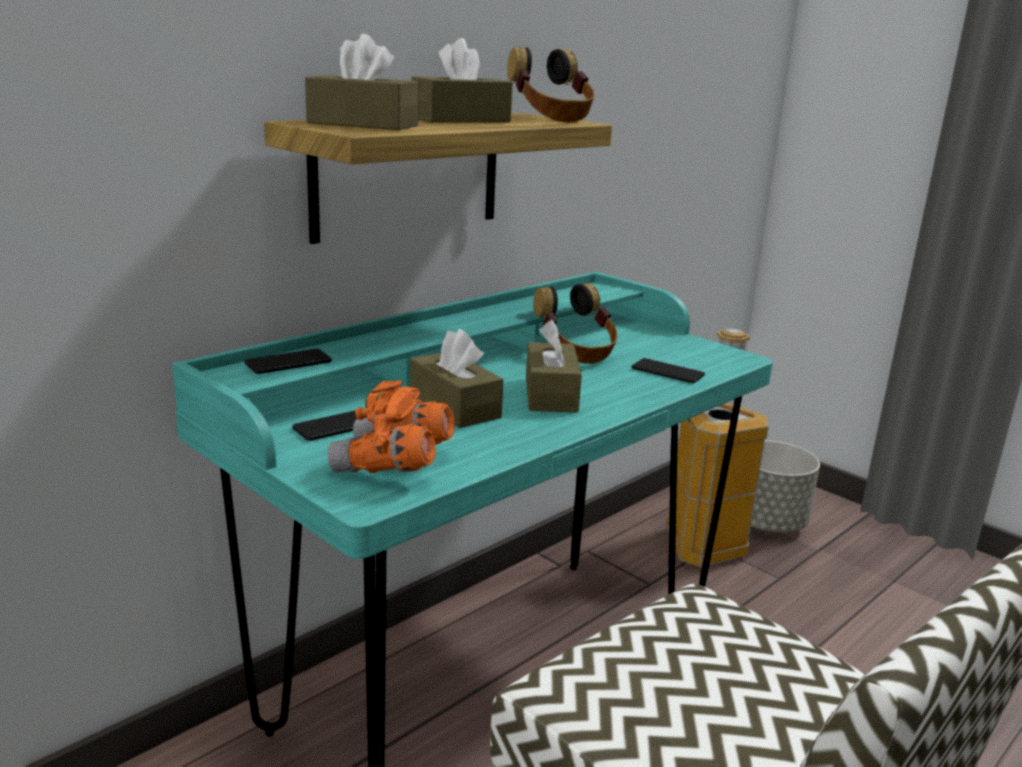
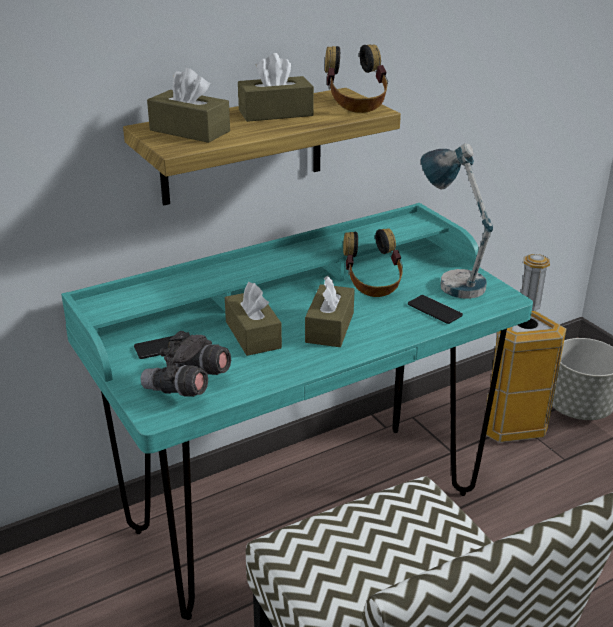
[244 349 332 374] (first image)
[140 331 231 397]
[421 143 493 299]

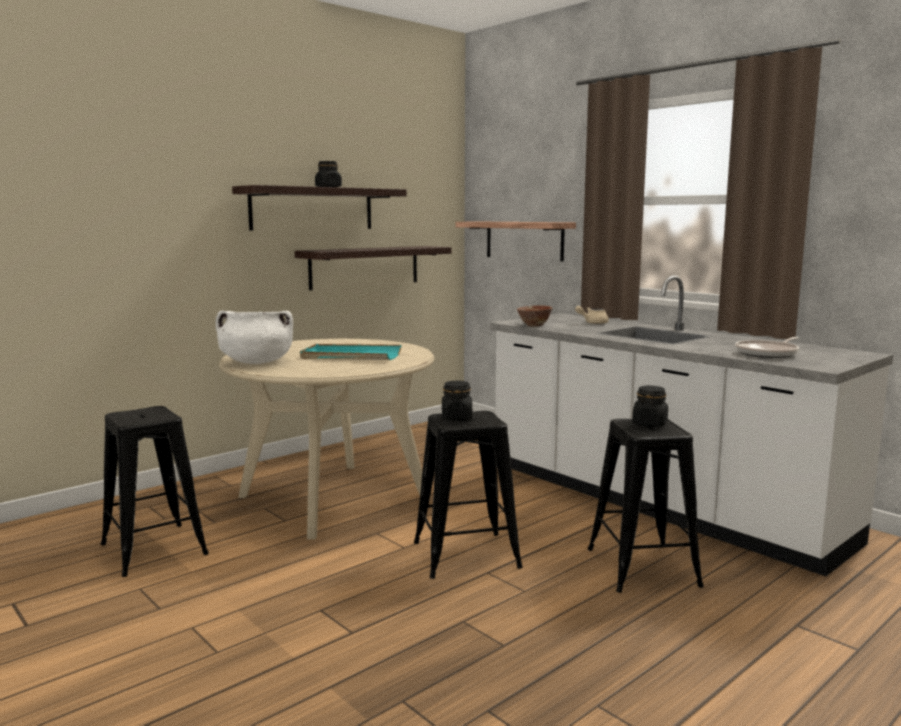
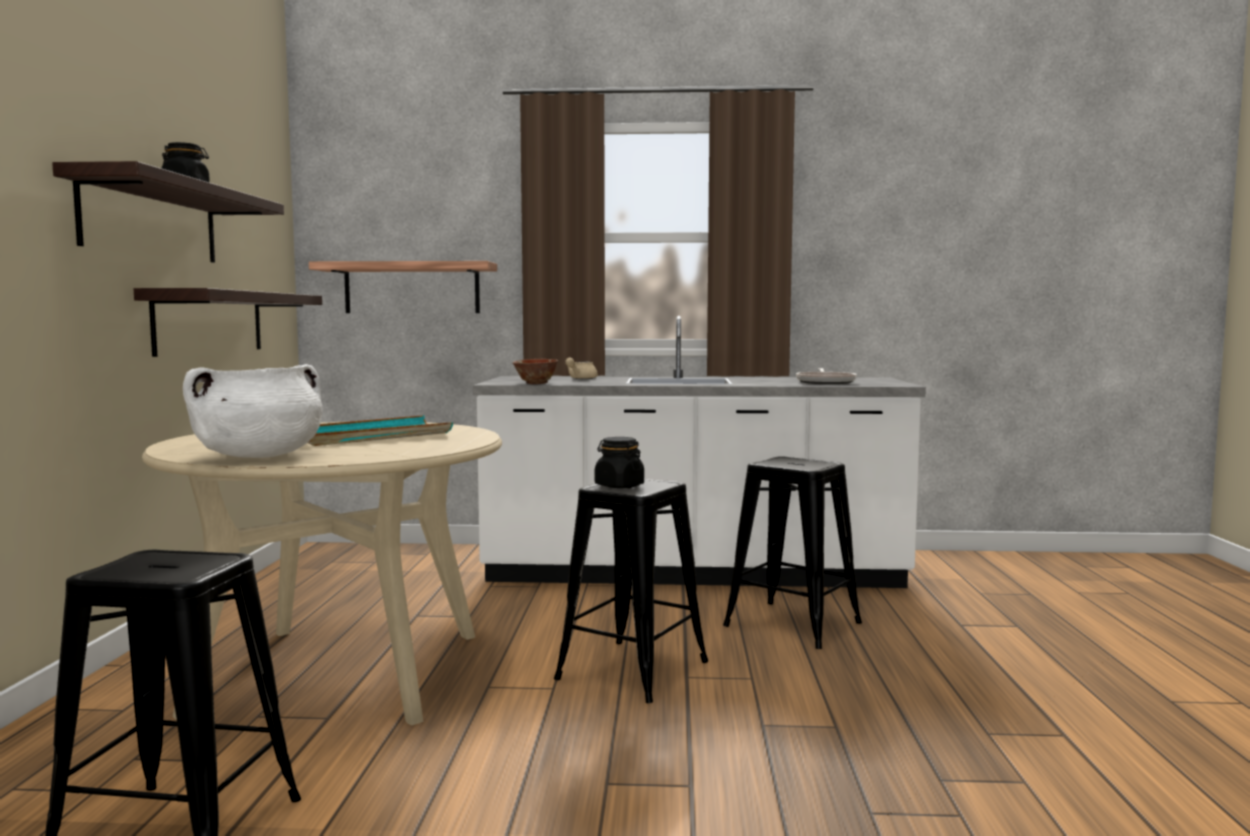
[632 386 668 427] (first image)

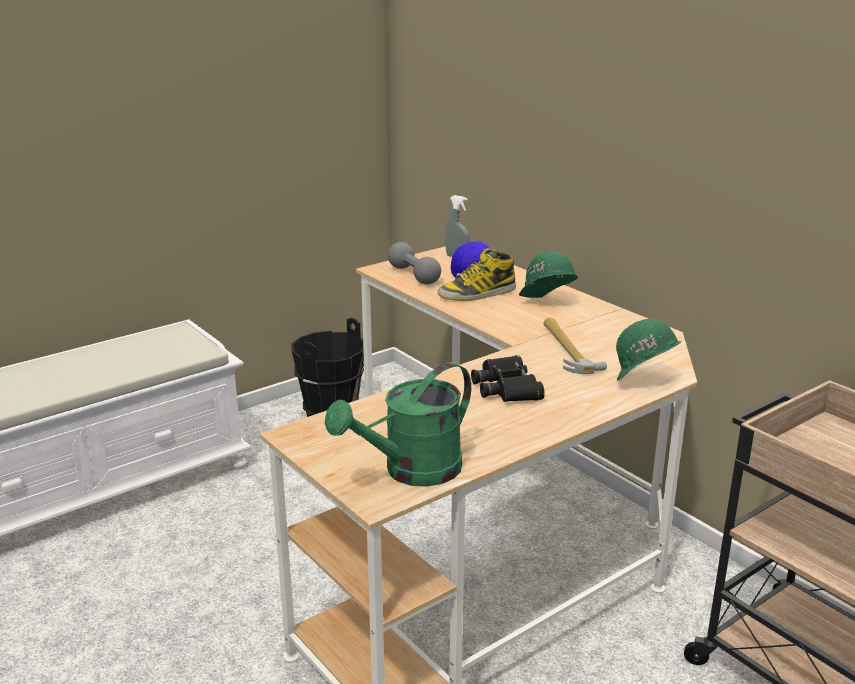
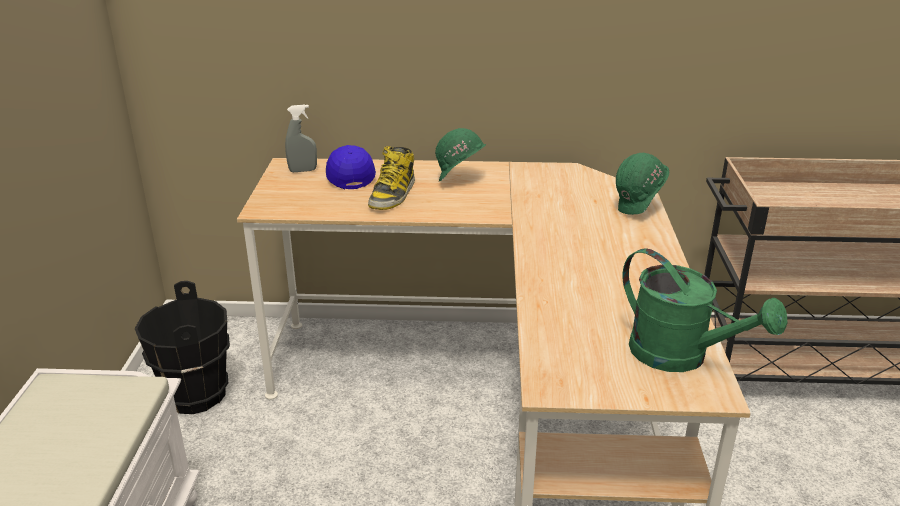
[388 242 441 285] (first image)
[544 318 607 374] (first image)
[471 355 544 402] (first image)
[622 248 788 372]

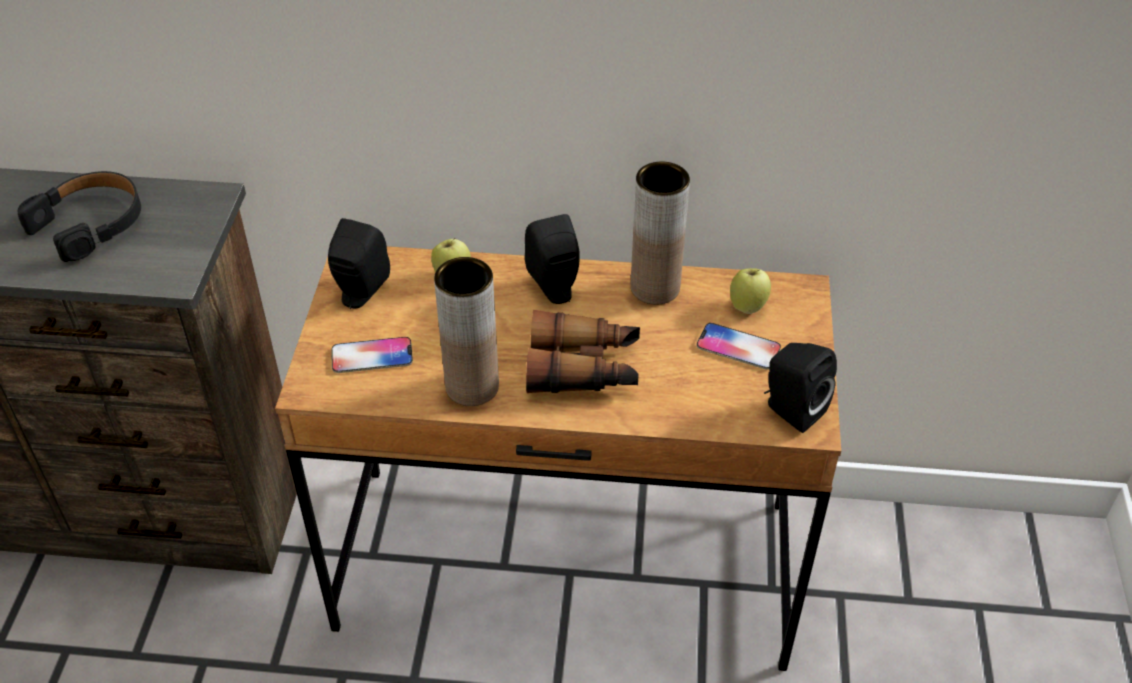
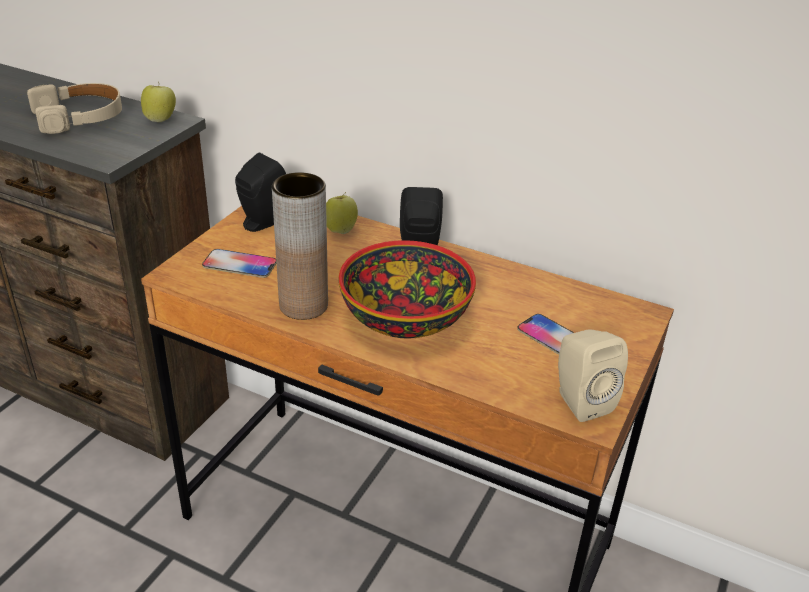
[631 162 690 305] (first image)
[27 83 122 134]
[141 82 176 122]
[339 240 476 339]
[558 329 628 422]

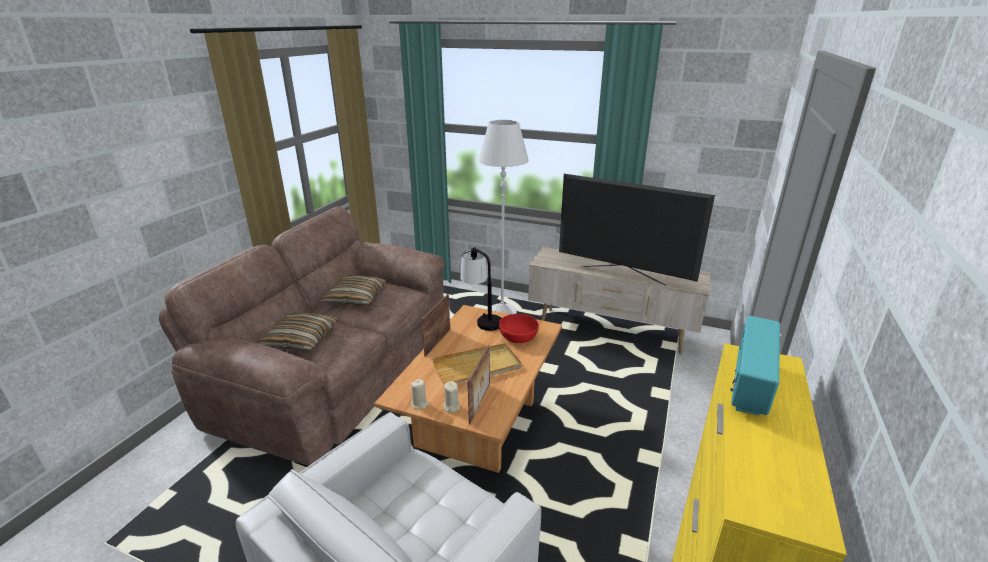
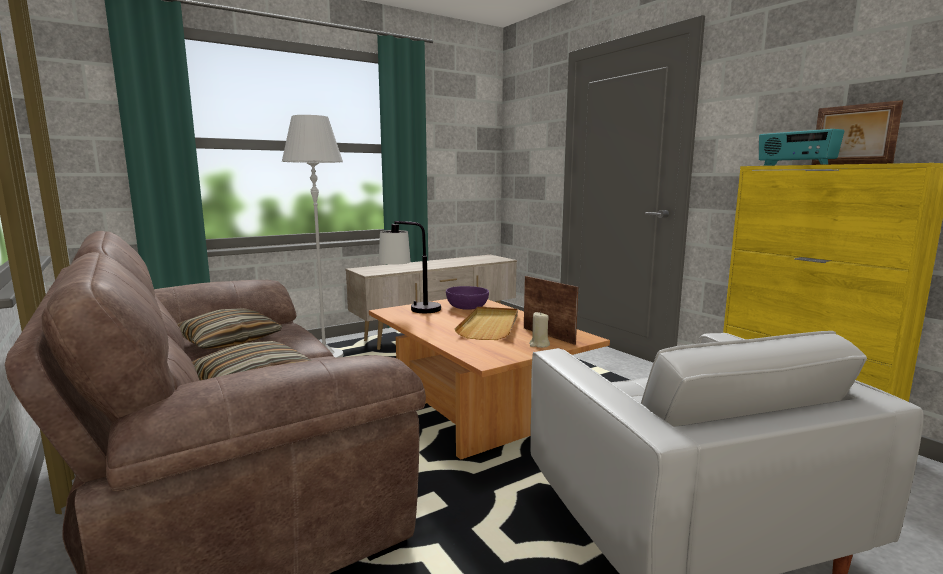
[559 174 715 286] (first image)
[811 100 903 165]
[446 286 489 310]
[411 379 429 409] (first image)

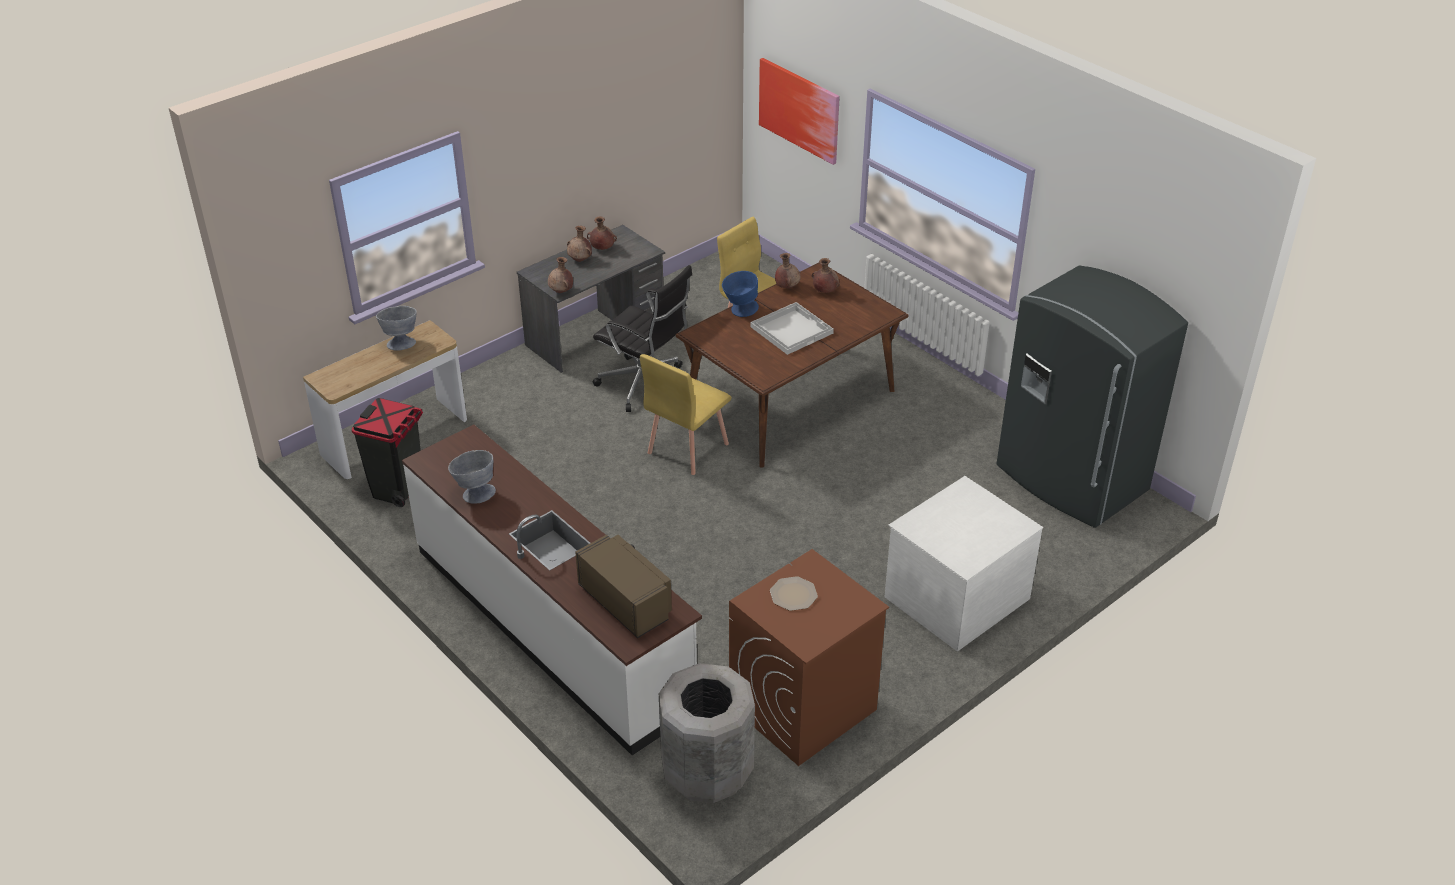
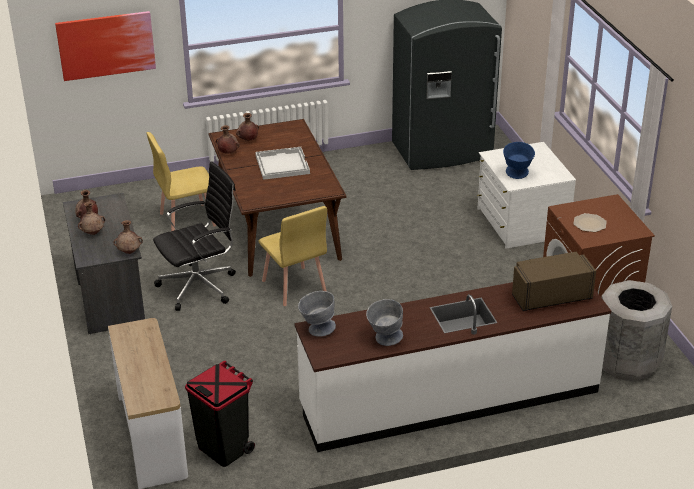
[503 142 535 179]
[298 291 336 337]

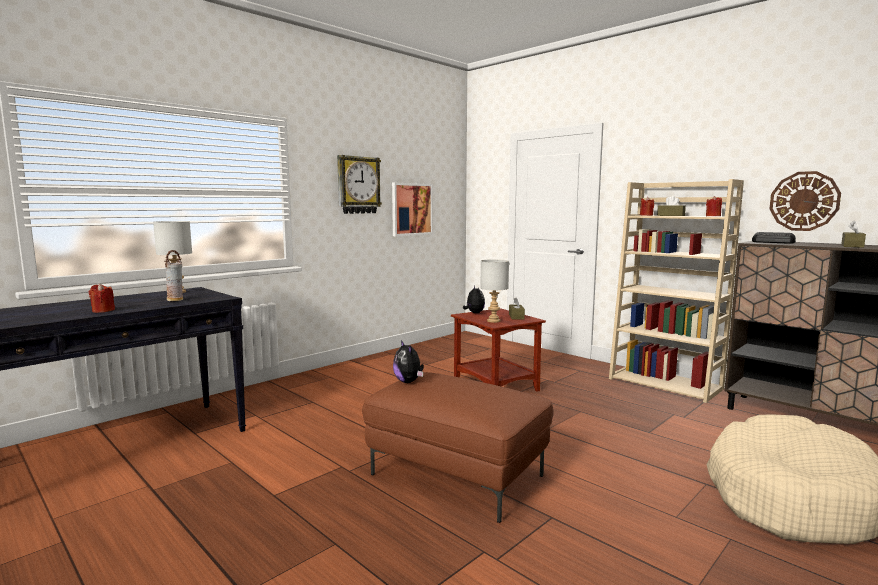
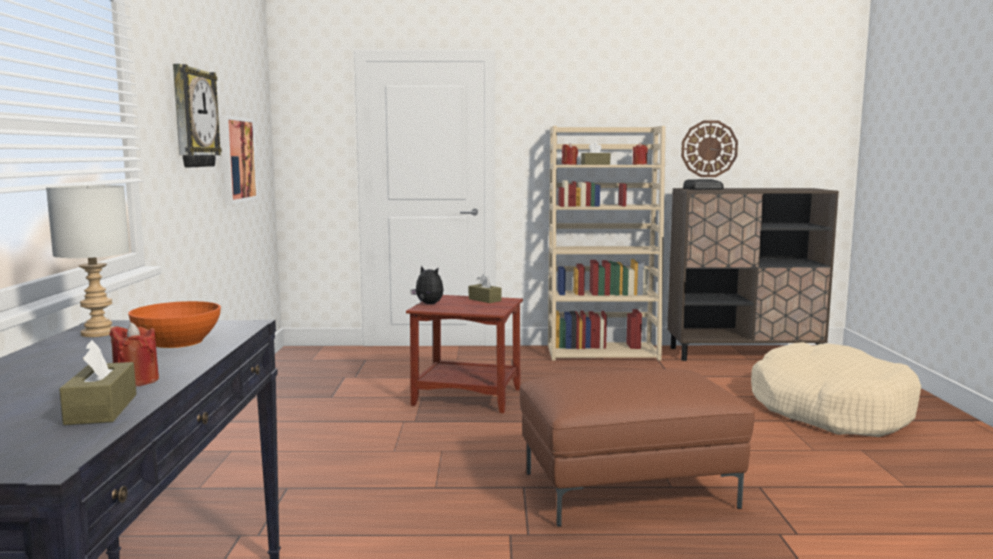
[59 340 136 425]
[128 301 221 348]
[480 259 509 323] (first image)
[393 340 424 383] (first image)

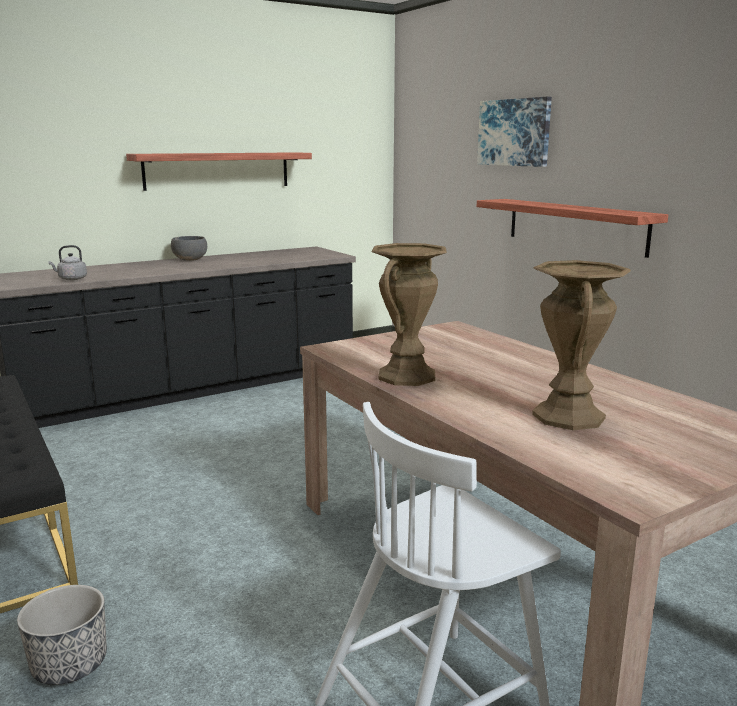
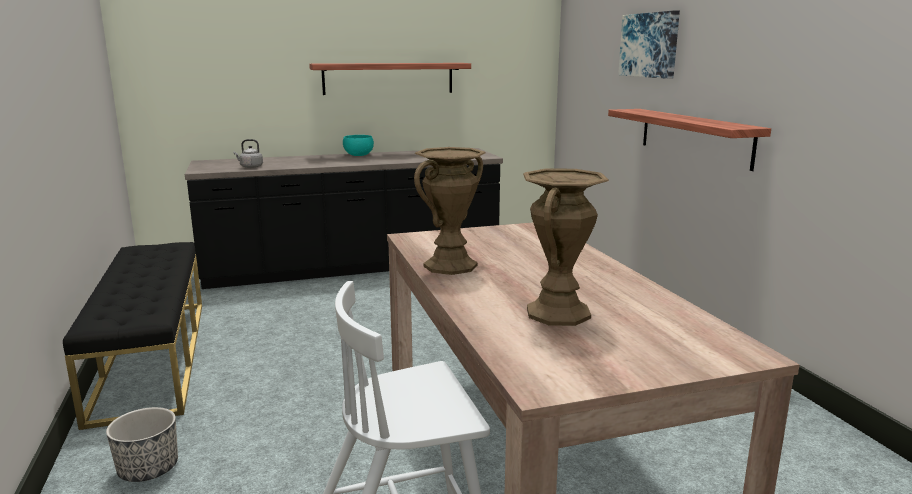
[343 135 374 156]

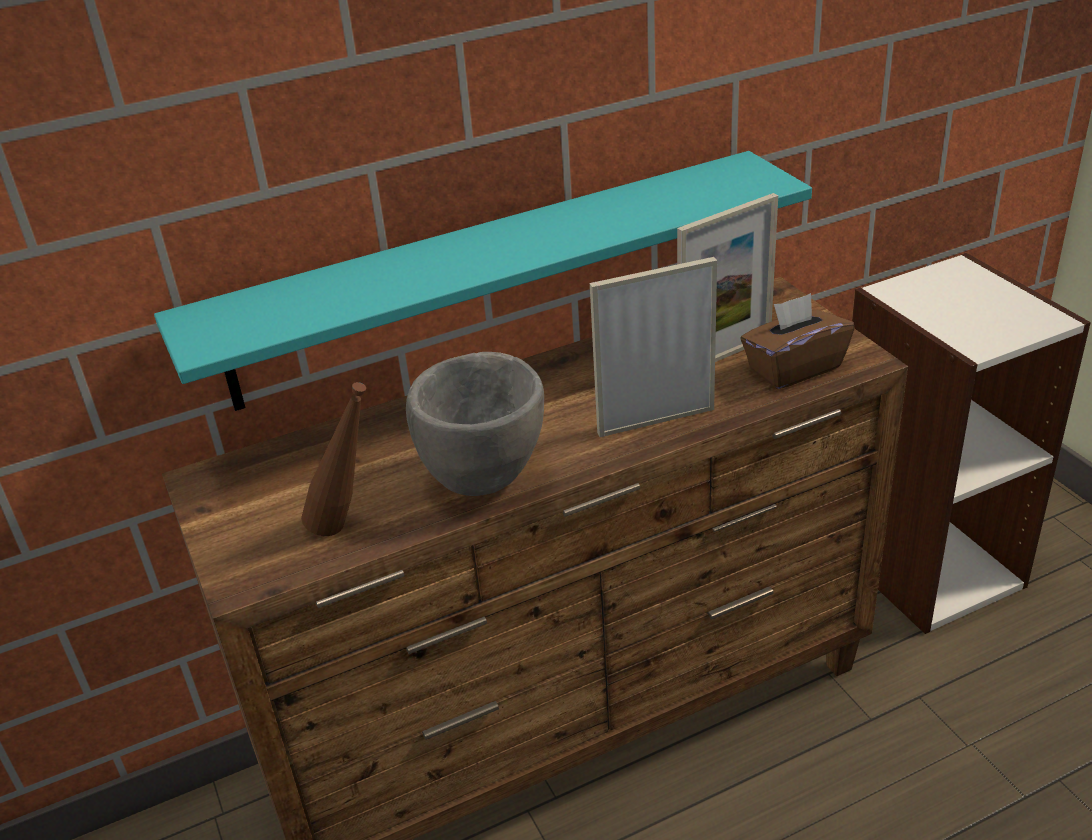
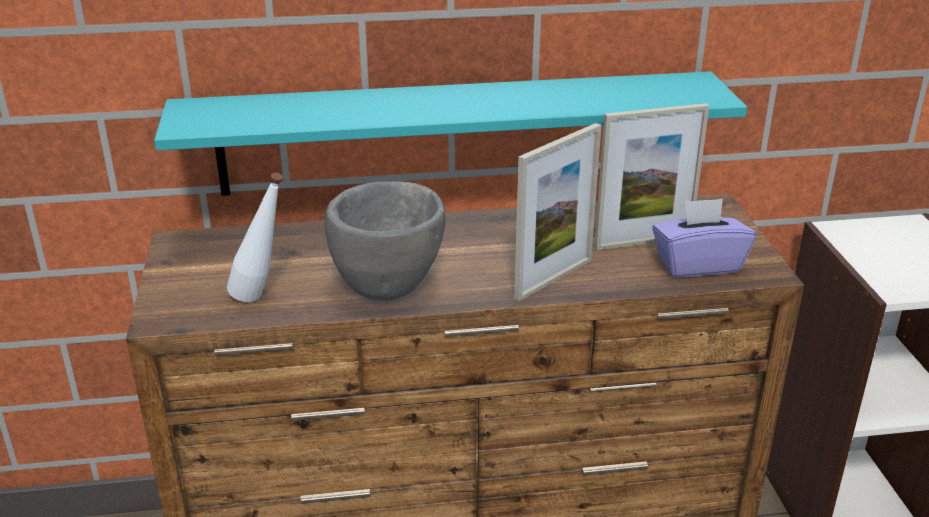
[514 123 601 301]
[652 198 756 277]
[227 173 283 302]

